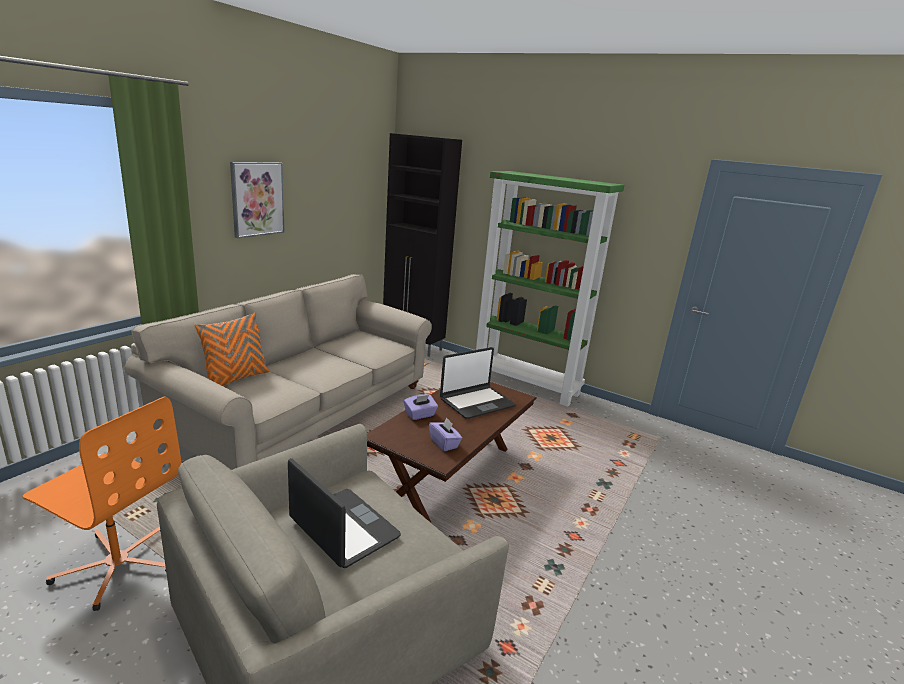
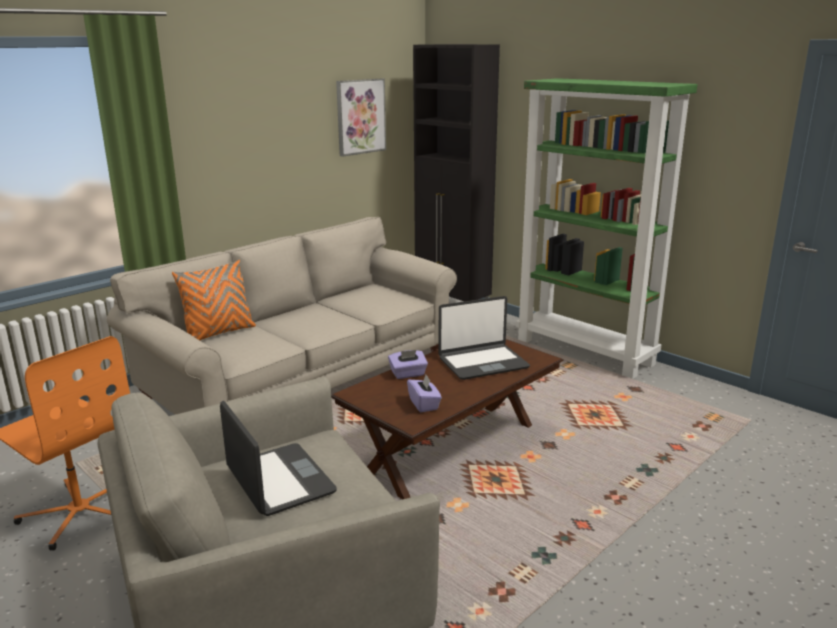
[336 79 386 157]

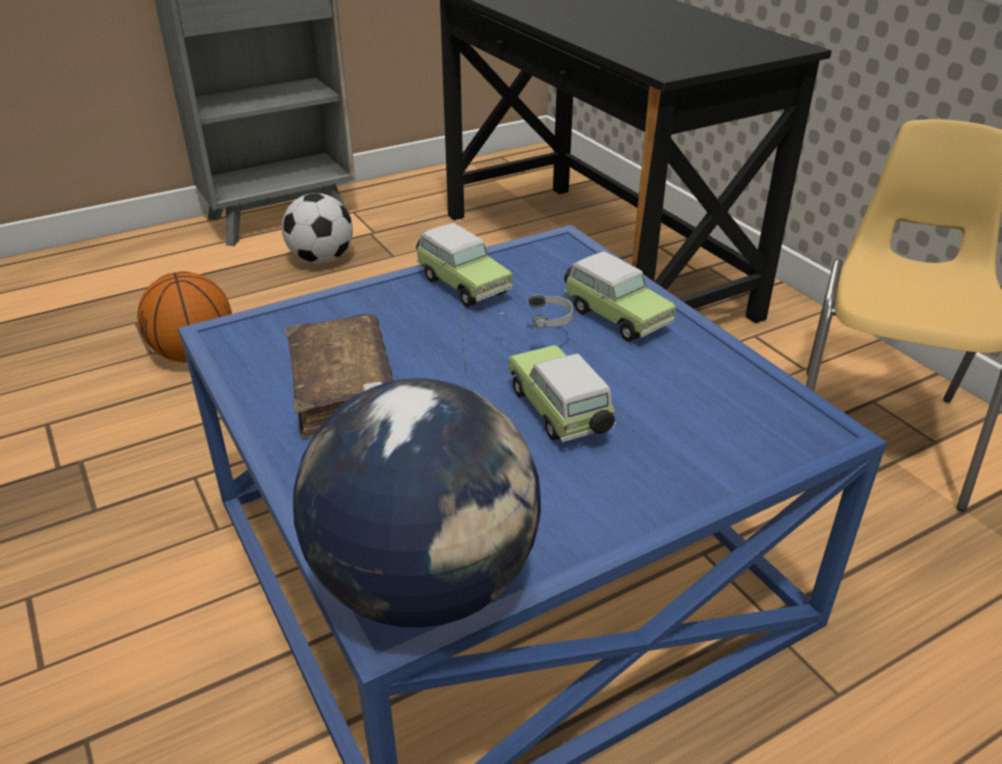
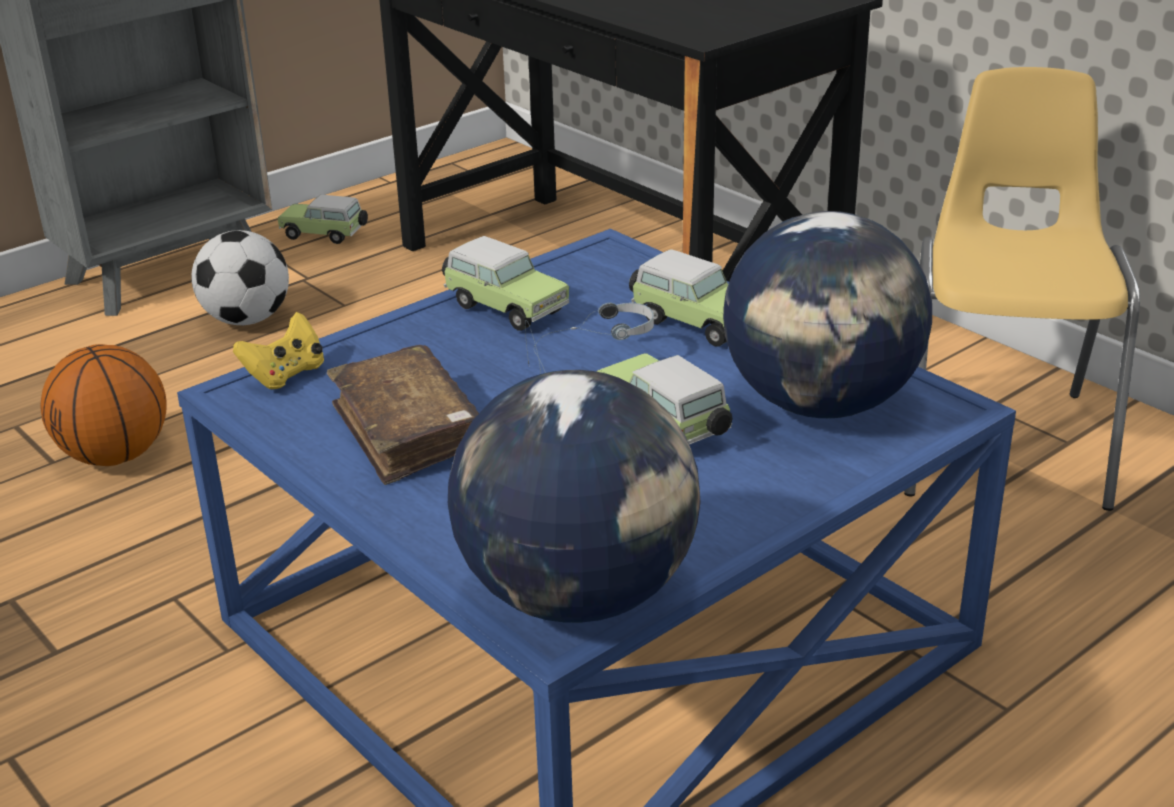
[278 195 368 244]
[723 211 932 418]
[233 312 324 389]

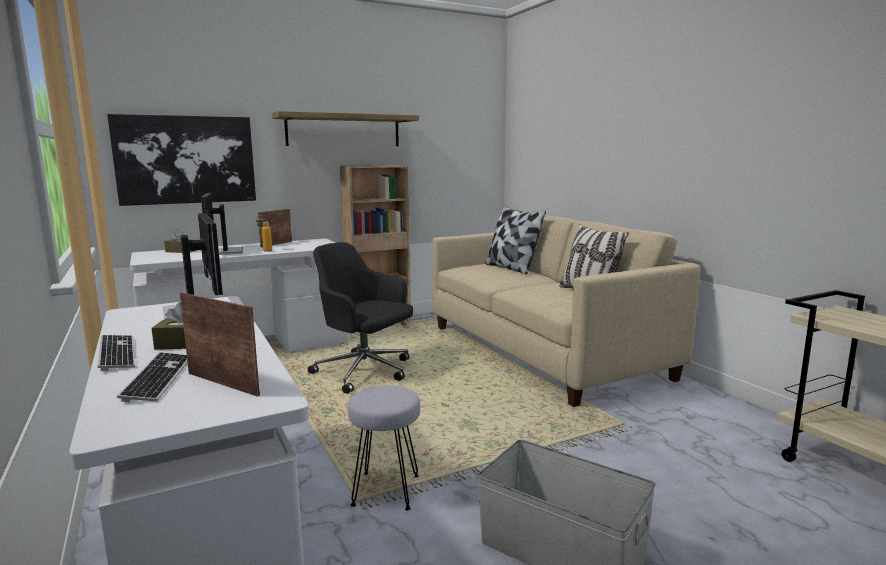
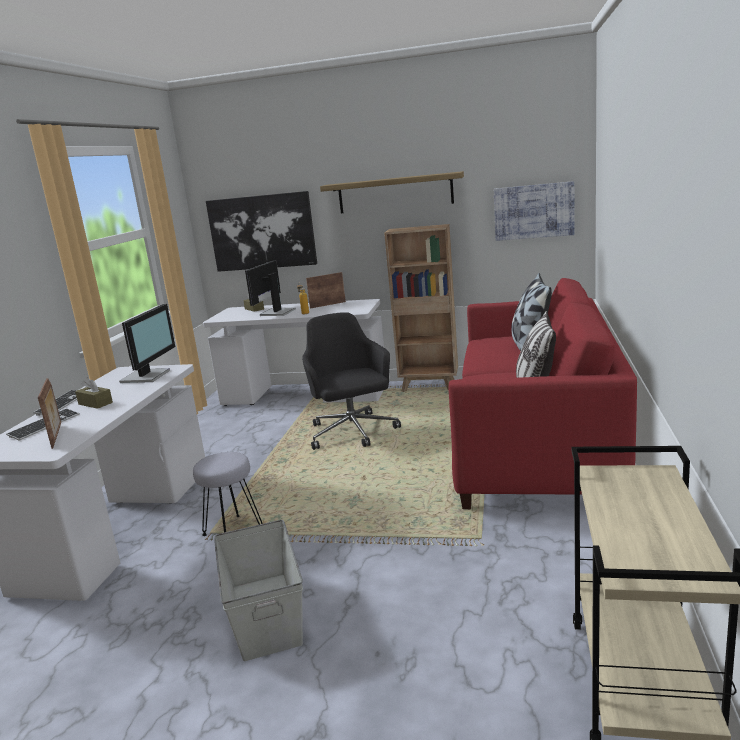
[449 278 637 509]
[494 181 575 241]

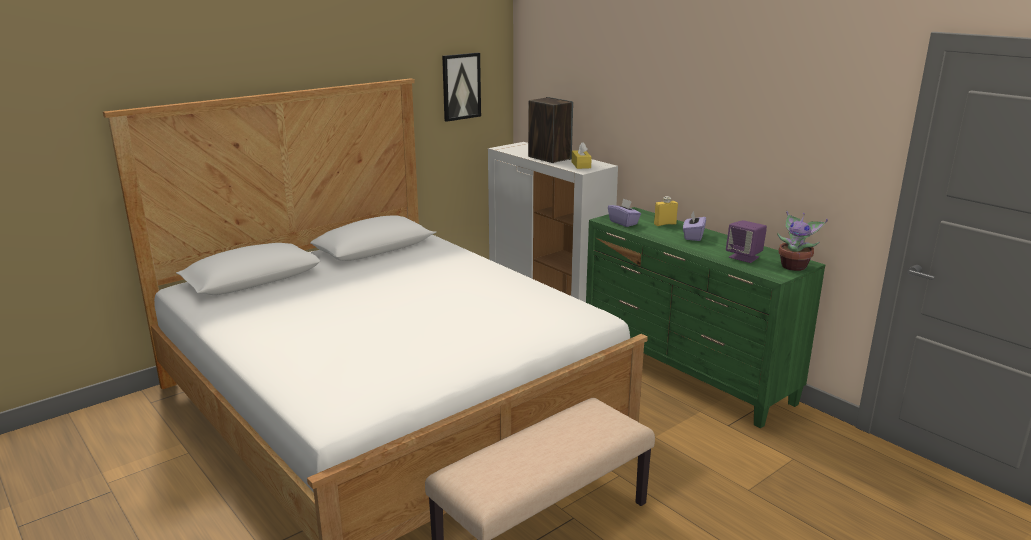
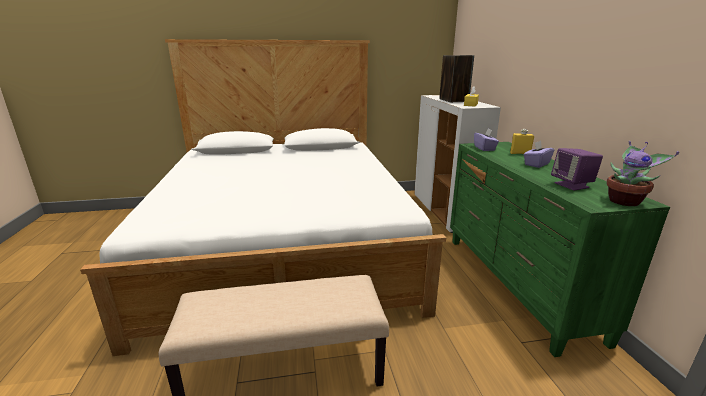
[442 53 481 122] (first image)

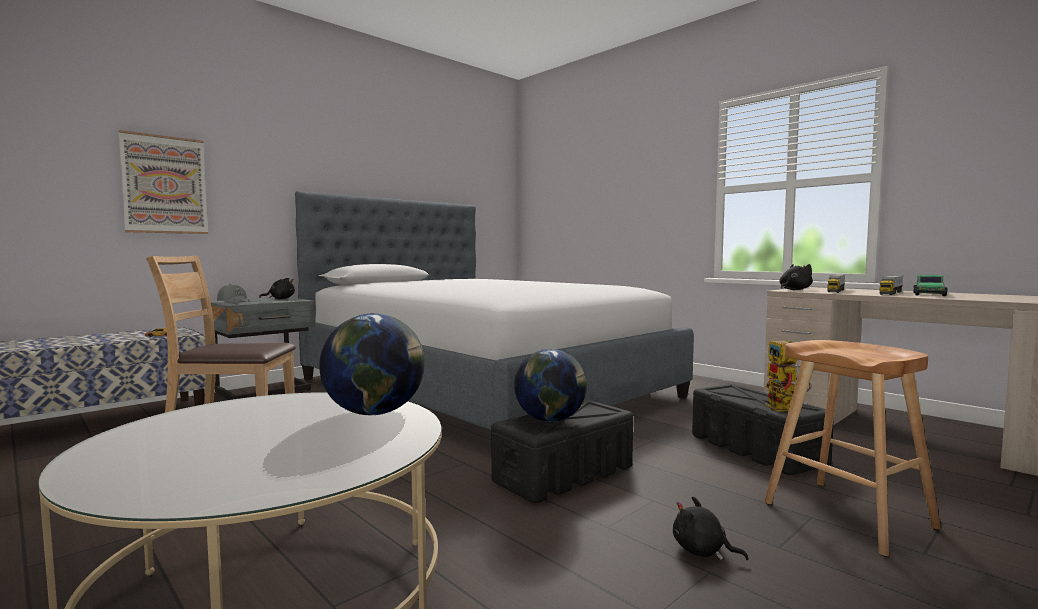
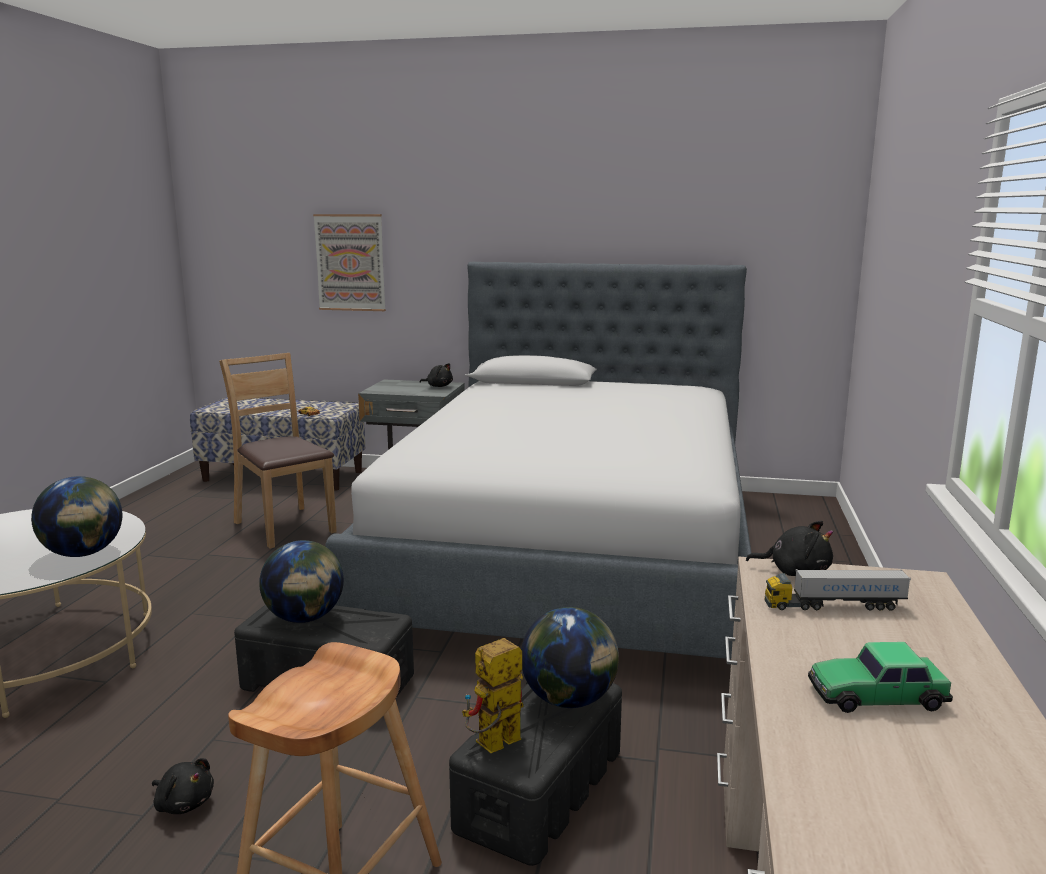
[879 275 904 295] (first image)
[217 284 250 303] (first image)
[152 758 214 814]
[521 607 619 708]

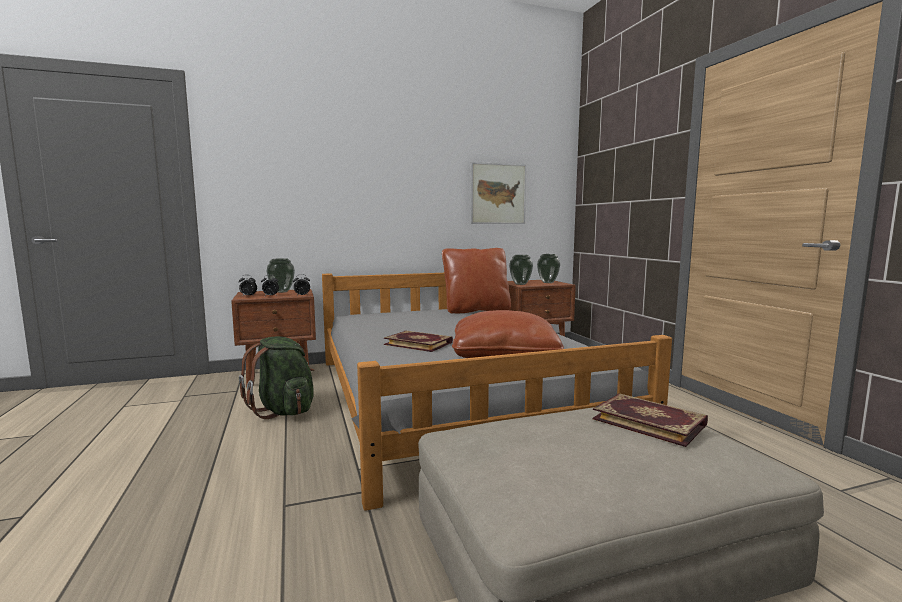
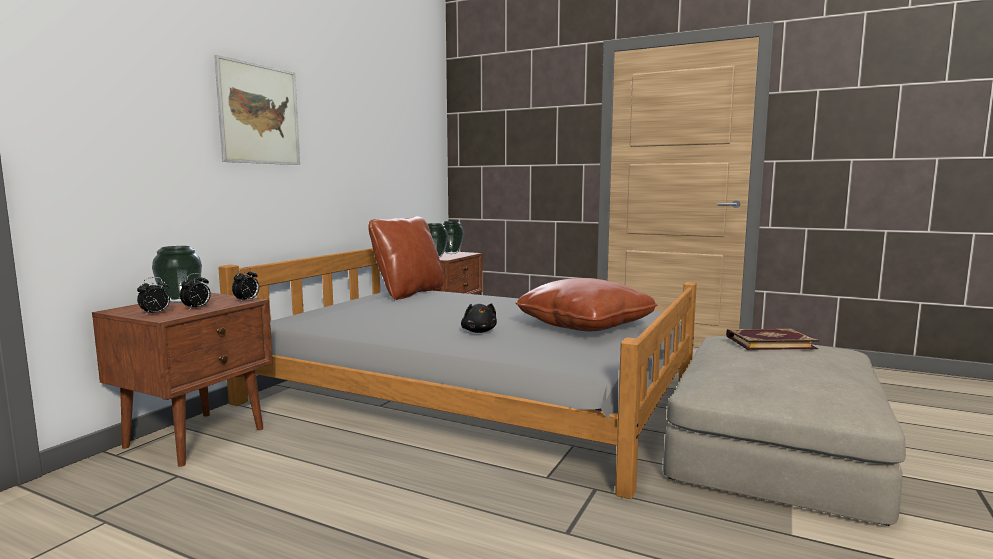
[214 55 300 165]
[461 303 497 333]
[239 336 314 419] (first image)

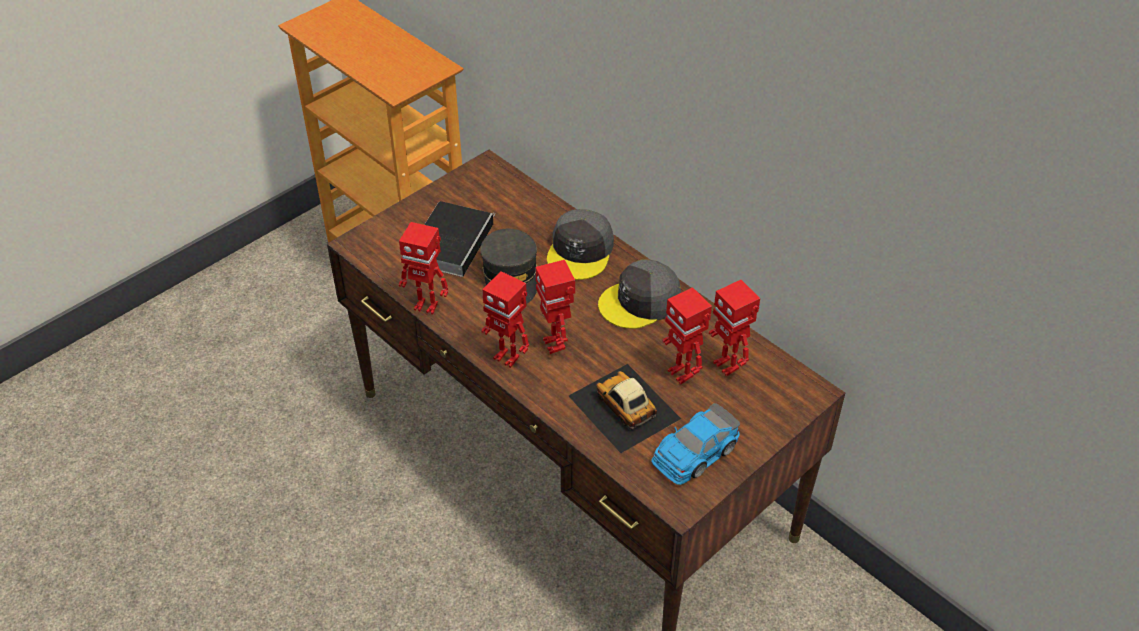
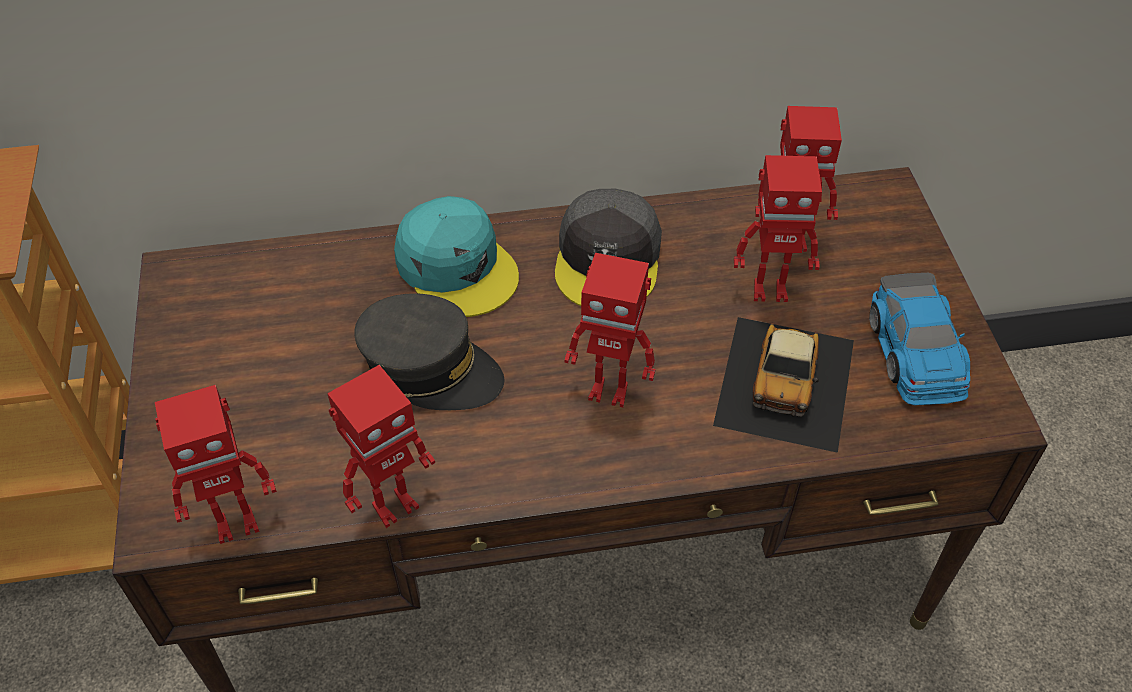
[424 201 495 277] (first image)
[394 196 519 317]
[155 385 277 544]
[713 317 854 453]

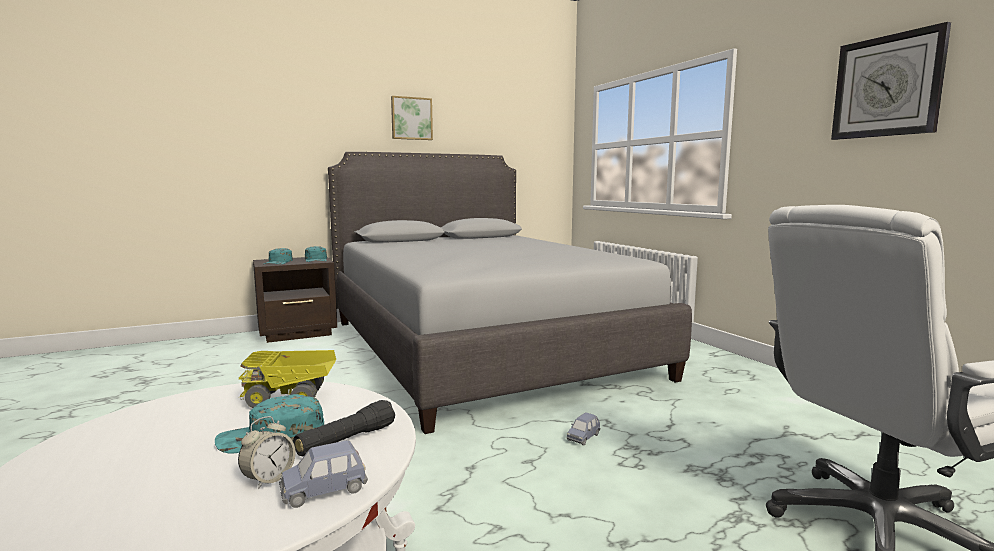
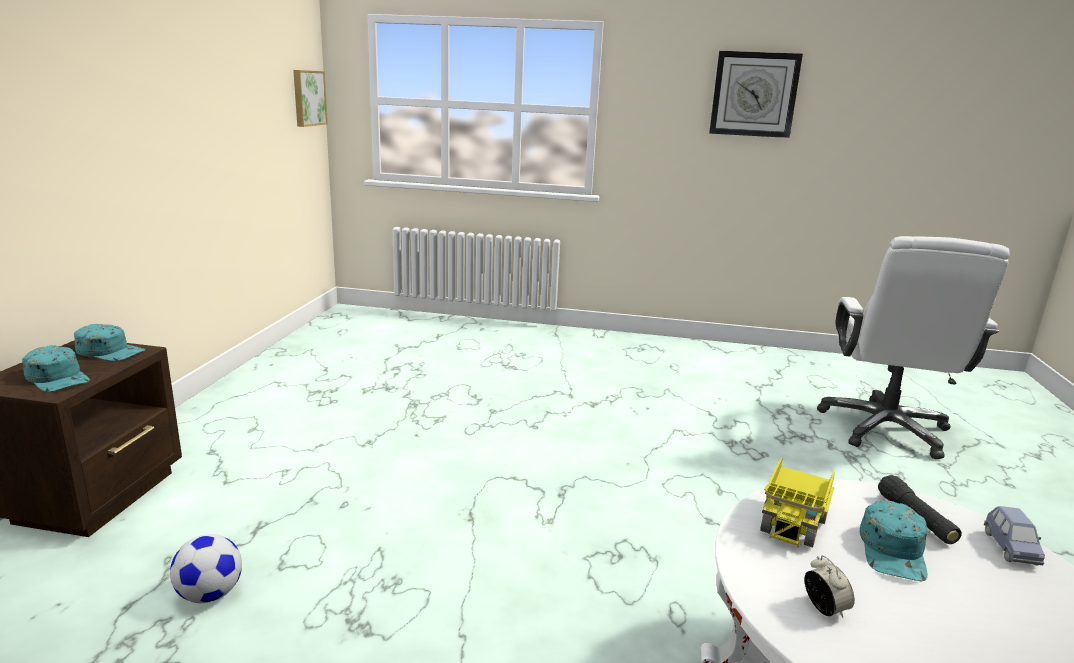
[293 70 328 127]
[328 152 692 434] (first image)
[566 412 600 446] (first image)
[804 555 855 618]
[170 534 242 603]

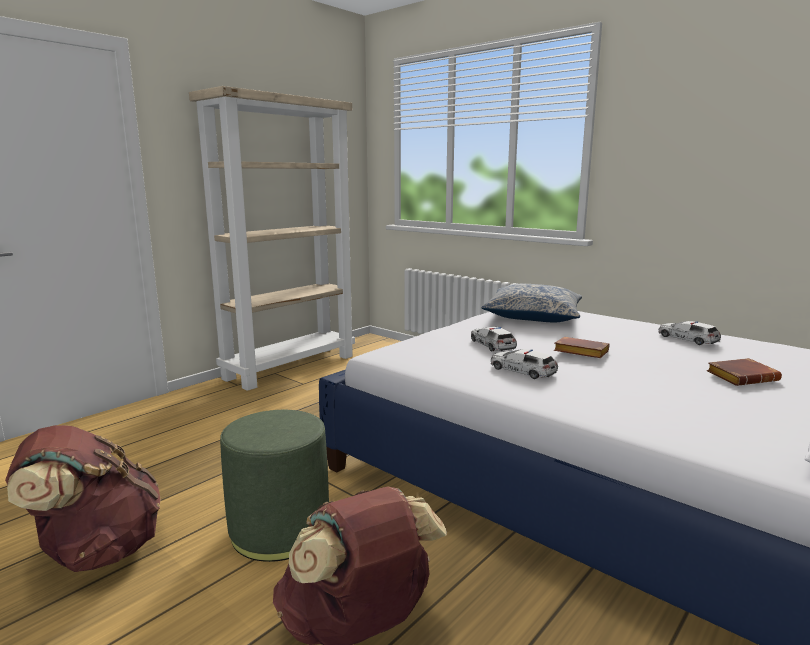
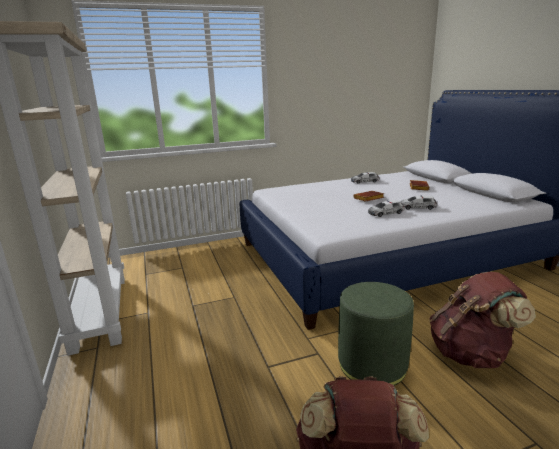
[482 284 582 322] (first image)
[400 195 437 210]

